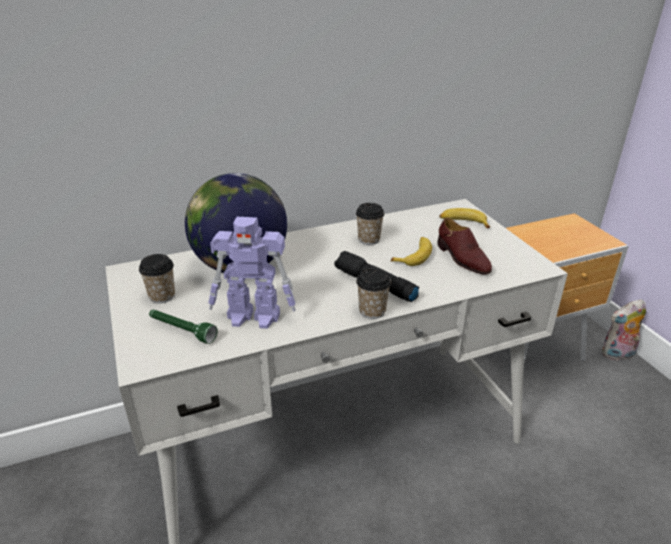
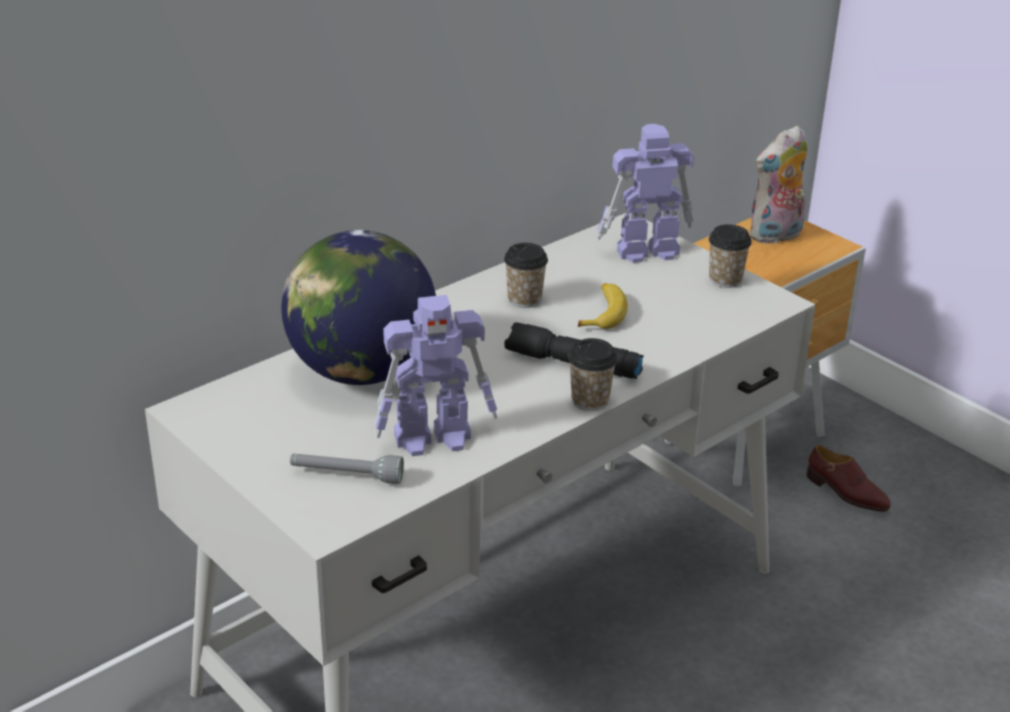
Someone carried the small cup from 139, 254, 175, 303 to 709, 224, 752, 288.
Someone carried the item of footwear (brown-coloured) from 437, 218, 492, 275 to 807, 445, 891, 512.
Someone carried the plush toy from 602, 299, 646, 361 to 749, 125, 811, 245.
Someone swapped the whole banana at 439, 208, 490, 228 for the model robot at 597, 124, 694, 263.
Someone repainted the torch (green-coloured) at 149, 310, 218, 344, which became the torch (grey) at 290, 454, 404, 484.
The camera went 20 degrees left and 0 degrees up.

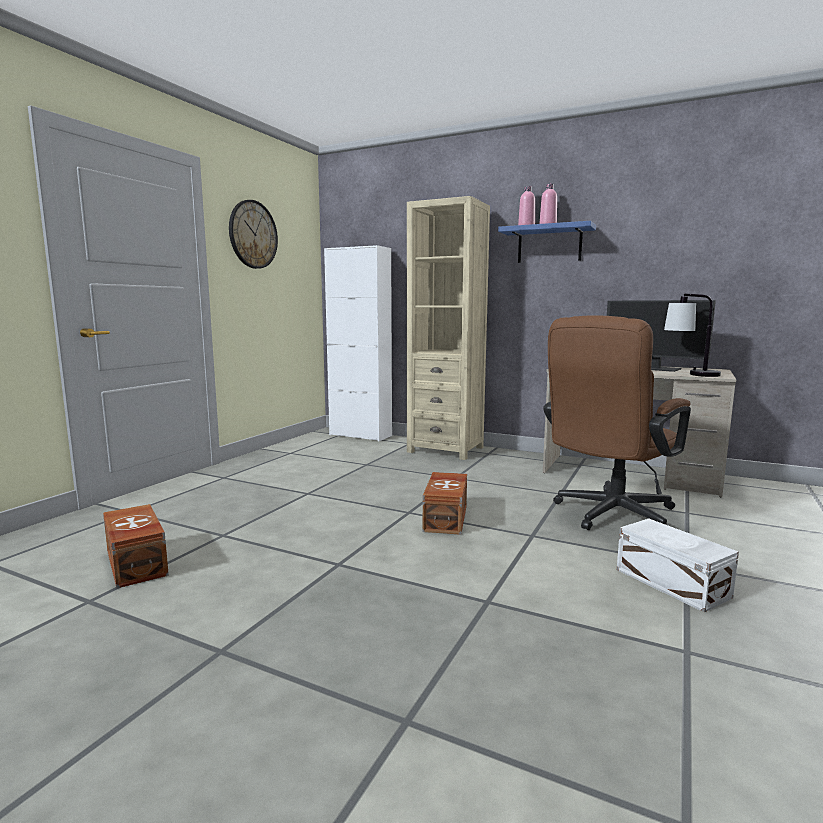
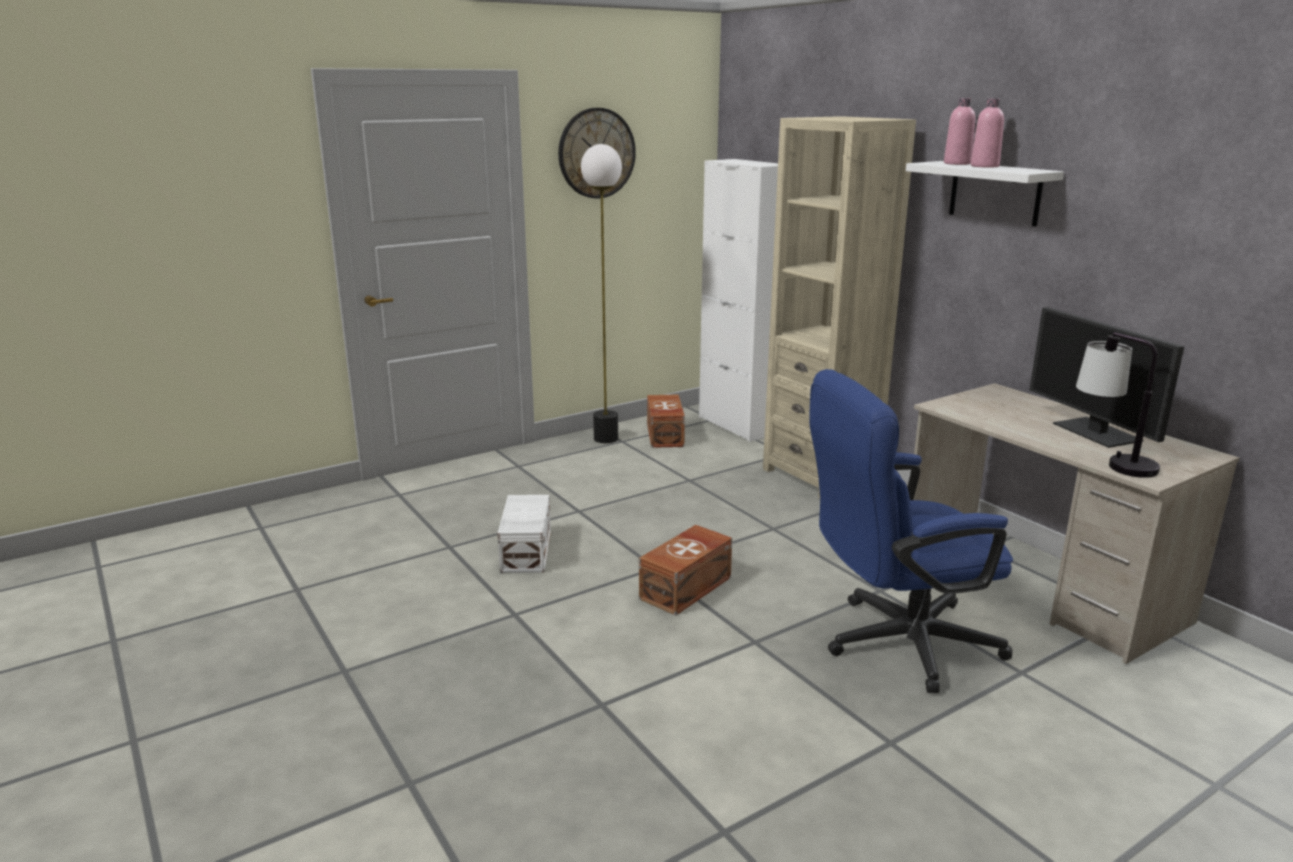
Someone put down the standing lamp at 581, 144, 622, 443.
Someone carried the storage bin (brown-coloured) from 103, 504, 169, 588 to 647, 394, 685, 448.
Someone carried the storage bin (whitish) from 617, 518, 739, 612 to 497, 495, 551, 573.
Someone repainted the wall shelf (bluish) at 498, 221, 596, 263, which became the wall shelf (whitish) at 906, 161, 1064, 227.
Someone repainted the desk chair (brown-coloured) at 543, 315, 691, 530, which became the desk chair (bluish) at 809, 369, 1013, 693.
The camera went 30 degrees right and 10 degrees up.

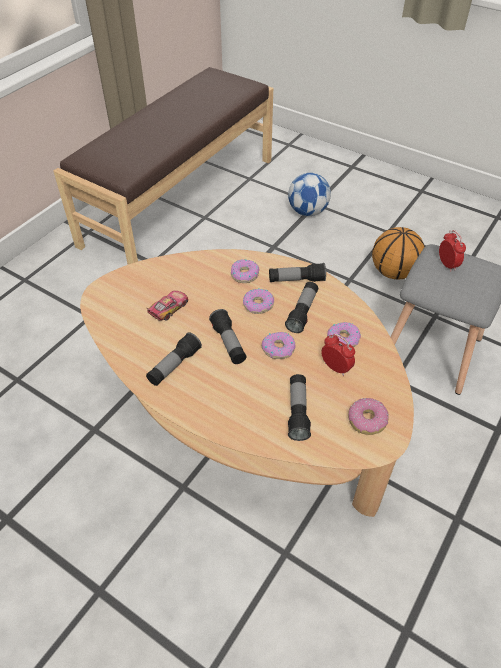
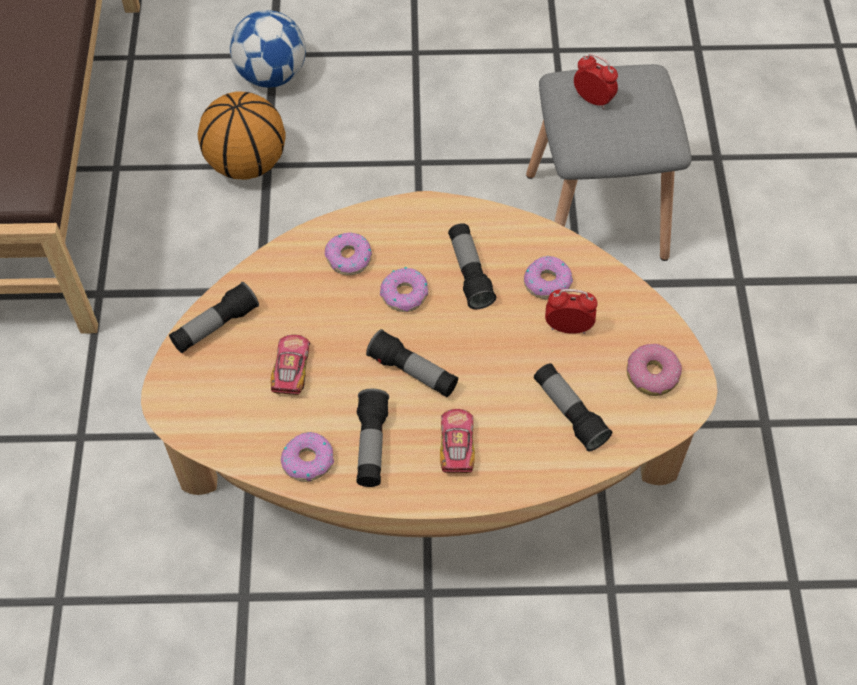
Someone put down the toy car at 440, 409, 475, 473.
Someone carried the doughnut from 262, 332, 295, 359 to 281, 432, 334, 482.
Someone carried the torch from 269, 263, 326, 282 to 169, 282, 259, 353.
Someone carried the basketball ball from 372, 227, 425, 280 to 198, 91, 285, 180.
The camera went 35 degrees left and 10 degrees up.

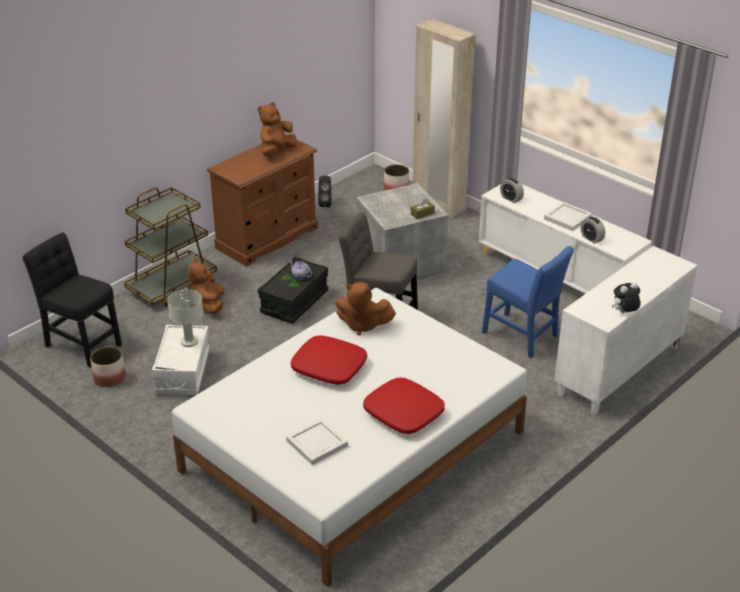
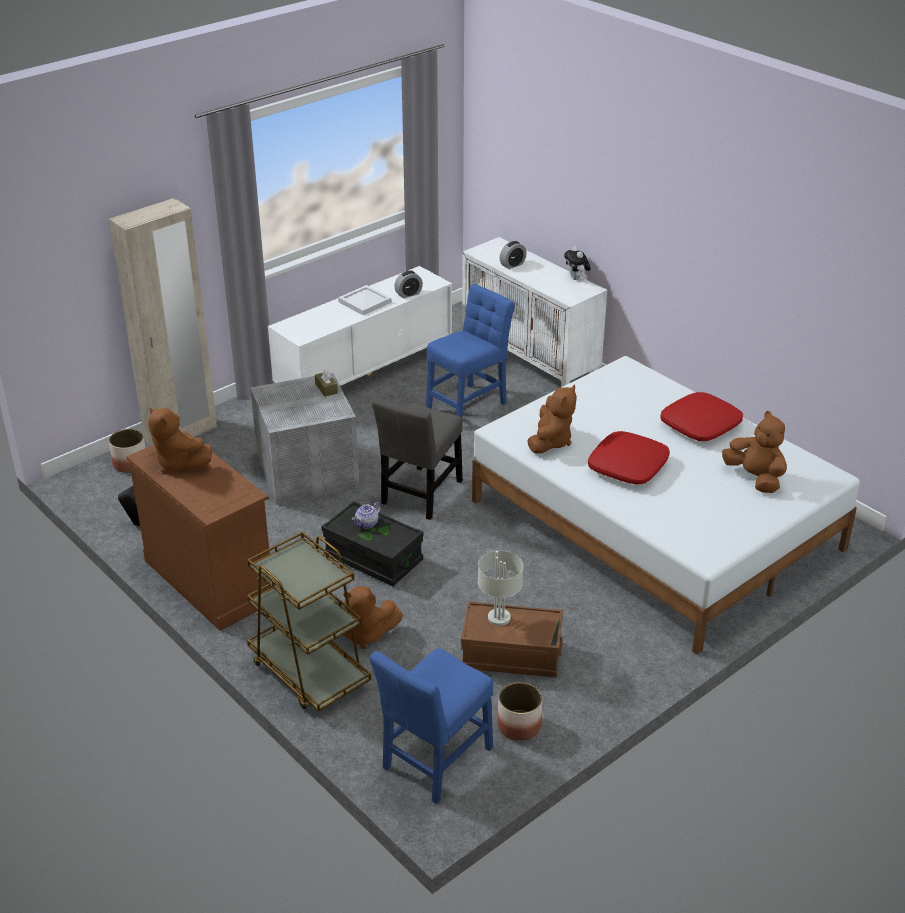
Someone carried the alarm clock from 500, 178, 524, 203 to 500, 241, 527, 269.
Someone swapped the serving tray (whitish) at 286, 418, 348, 465 for the plush toy (brown-coloured) at 722, 411, 787, 493.
Someone repainted the chair (blackish) at 23, 232, 122, 367, which became the chair (bluish) at 370, 648, 493, 804.
Someone repainted the storage bin (whitish) at 152, 325, 210, 395, which became the storage bin (brown-coloured) at 461, 601, 563, 678.
The camera went 85 degrees left and 0 degrees up.

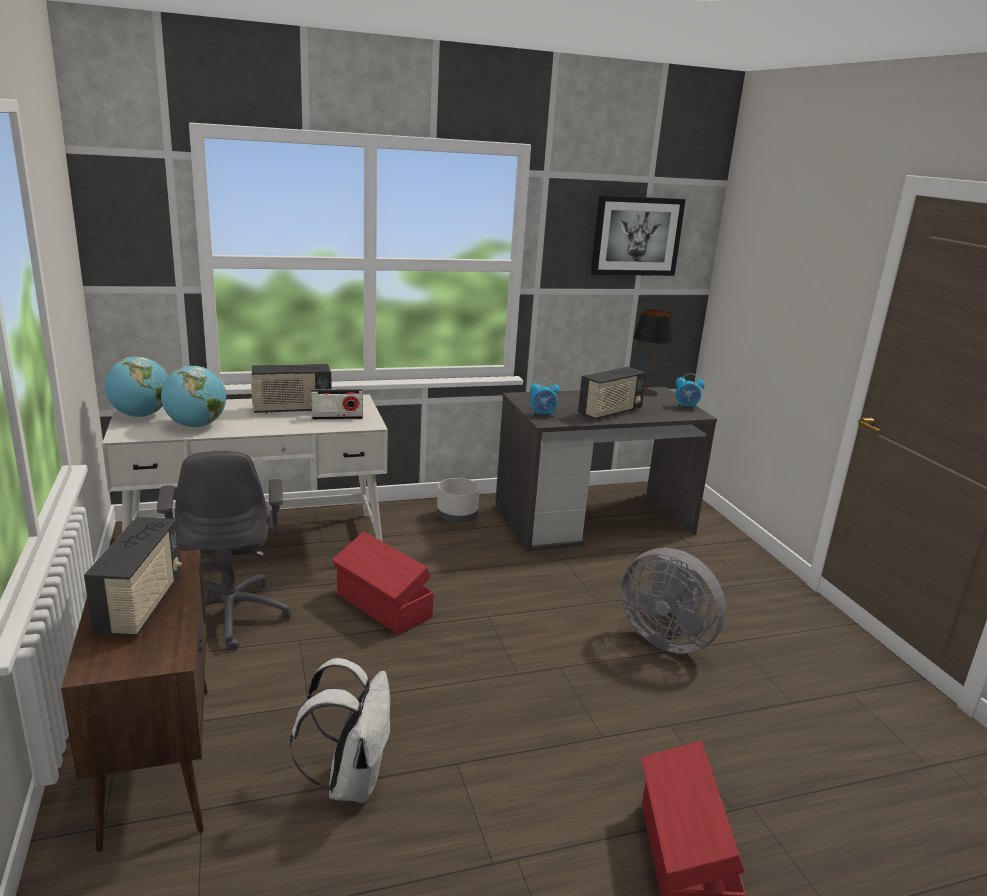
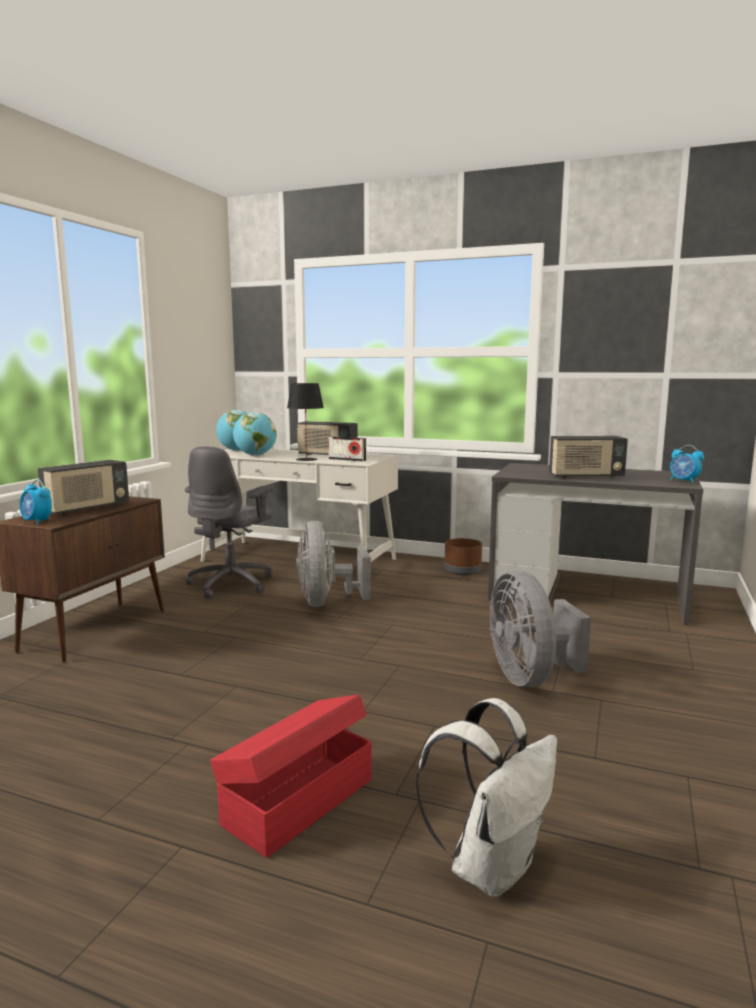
Someone took away the wall art at 591, 195, 686, 276.
Someone carried the knapsack (whitish) from 290, 658, 391, 803 to 416, 698, 557, 897.
Someone carried the alarm clock from 530, 379, 560, 416 to 19, 479, 52, 525.
Someone carried the tabletop lamp (blackish) from 633, 310, 674, 396 to 287, 383, 324, 461.
Someone swapped the storage bin (red) at 332, 531, 434, 635 for the electric fan (grey) at 297, 521, 371, 607.
Someone repainted the plant pot (grey) at 437, 478, 480, 523, which became the plant pot (brown-coloured) at 444, 538, 482, 575.
The camera went 40 degrees right and 10 degrees down.

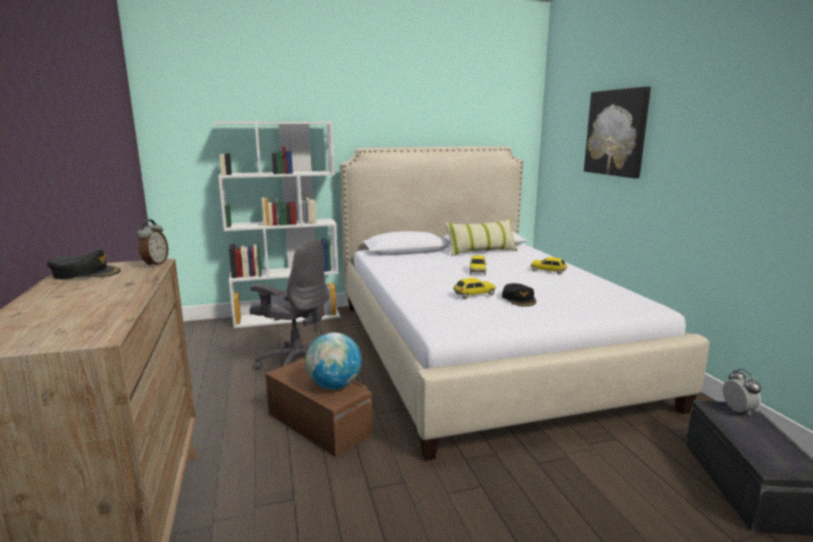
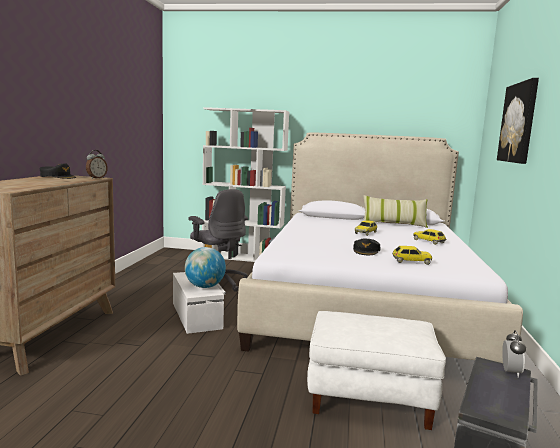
Someone put down the ottoman (whitish) at 307, 311, 446, 430.
Someone carried the toy car from 453, 278, 496, 299 to 392, 246, 432, 265.
Someone repainted the storage bin (brown-coloured) at 265, 359, 373, 457, which became the storage bin (whitish) at 173, 272, 226, 334.
The camera went 25 degrees right and 5 degrees down.

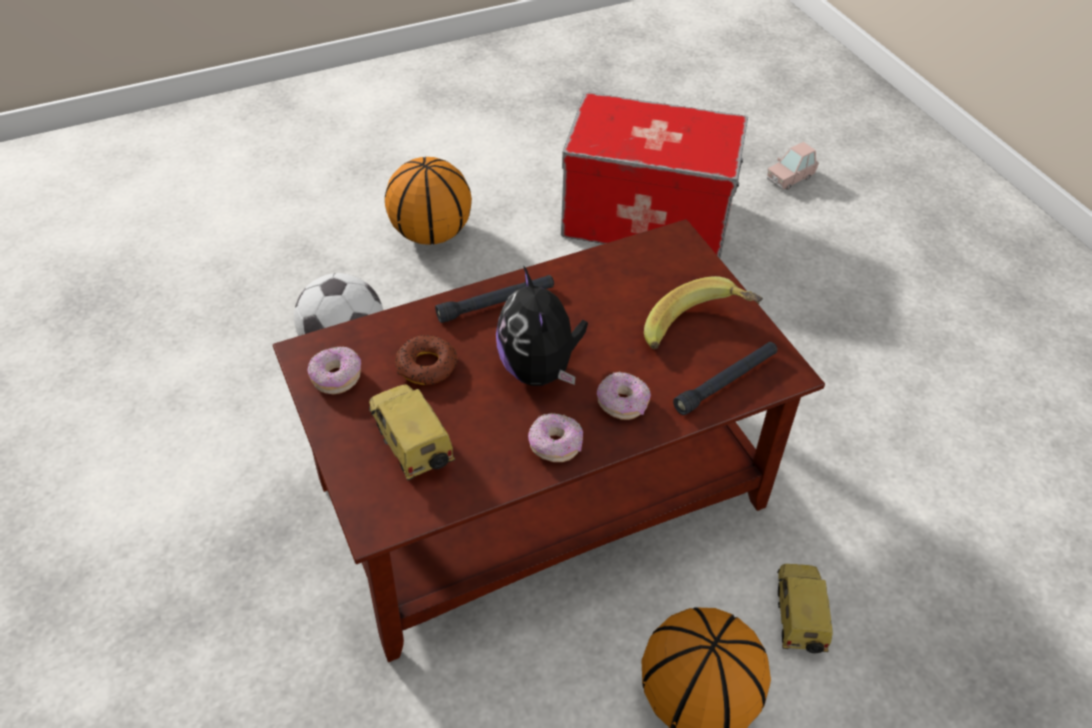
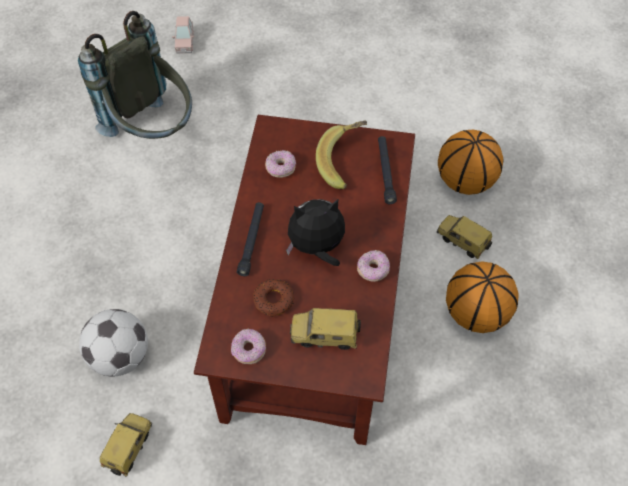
Someone put down the toy car at 100, 413, 152, 477.
Someone carried the basketball ball from 385, 157, 472, 245 to 438, 130, 504, 195.
Someone carried the doughnut from 597, 371, 651, 420 to 265, 150, 296, 178.
Someone swapped the storage bin at 561, 92, 748, 258 for the knapsack (grey) at 78, 11, 192, 139.
Someone rotated the plush toy at 496, 267, 588, 386 by 150 degrees clockwise.
The camera went 55 degrees left and 10 degrees up.

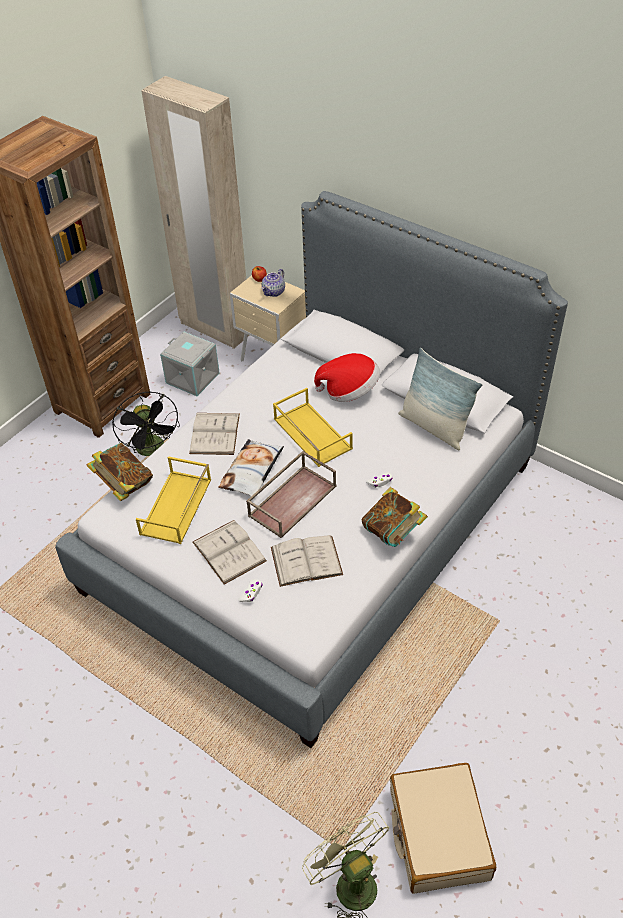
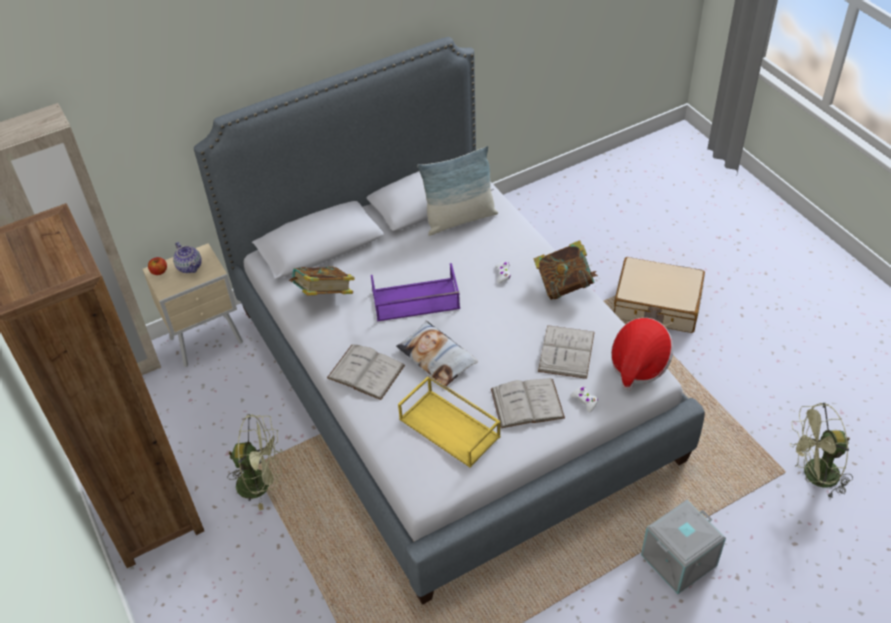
Someone took away the serving tray (brown-coloured) at 246, 451, 336, 538.
Someone carried the volume from 86, 443, 153, 501 to 289, 266, 355, 295.
Someone carried the storage bin (grey) from 160, 332, 220, 396 to 641, 500, 726, 594.
Someone carried the wearable hat from 314, 353, 380, 402 to 611, 318, 673, 391.
Someone carried the travel case (beige-coloured) from 390, 763, 496, 894 to 614, 257, 705, 333.
Someone repainted the electric fan (blackish) at 112, 392, 180, 457, which became the electric fan (green-coloured) at 227, 414, 282, 511.
Someone repainted the serving tray (yellowish) at 273, 388, 353, 467, which became the serving tray (purple-coloured) at 371, 263, 460, 322.
The camera went 65 degrees left and 0 degrees up.

